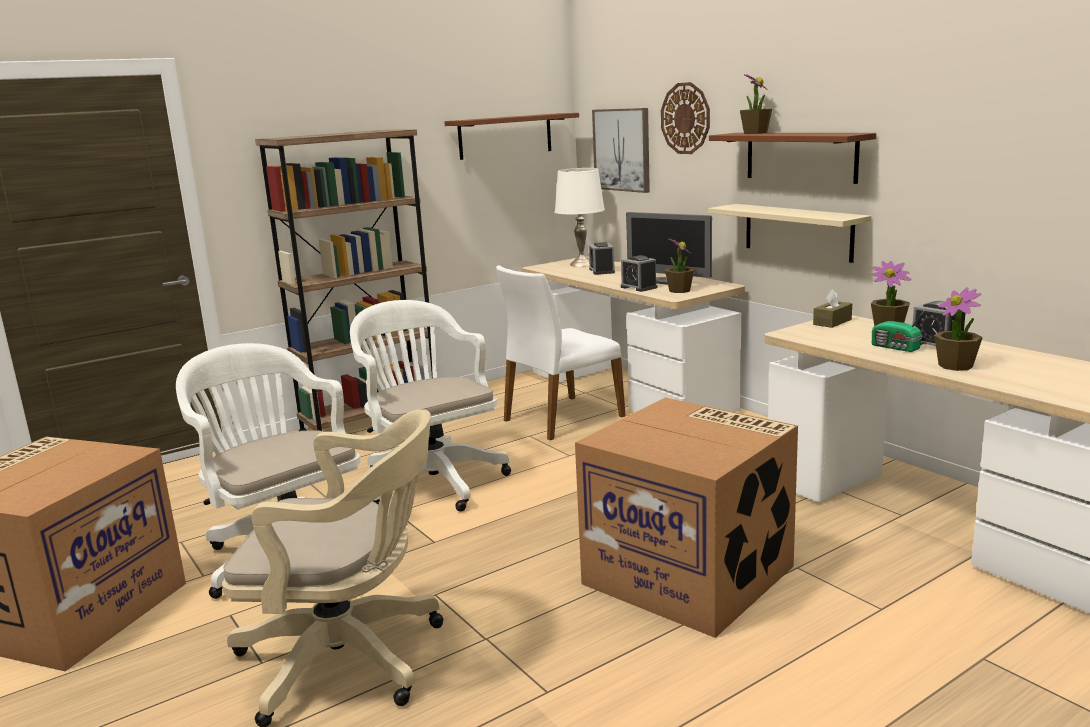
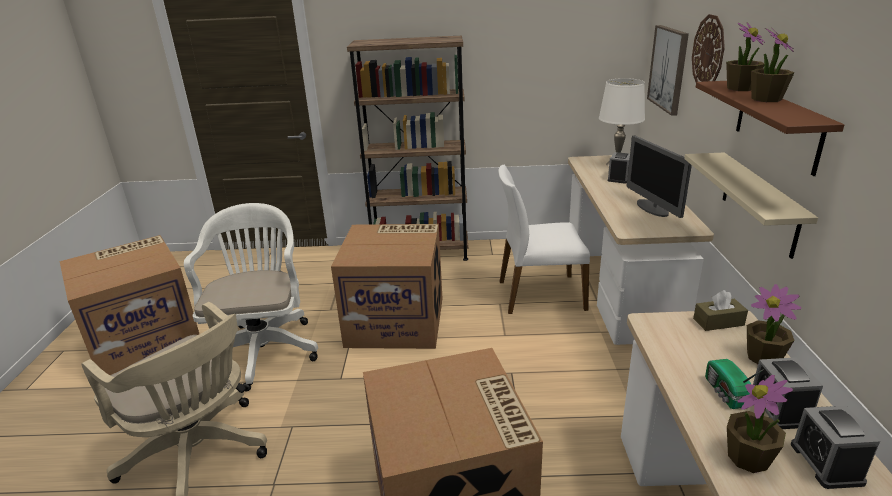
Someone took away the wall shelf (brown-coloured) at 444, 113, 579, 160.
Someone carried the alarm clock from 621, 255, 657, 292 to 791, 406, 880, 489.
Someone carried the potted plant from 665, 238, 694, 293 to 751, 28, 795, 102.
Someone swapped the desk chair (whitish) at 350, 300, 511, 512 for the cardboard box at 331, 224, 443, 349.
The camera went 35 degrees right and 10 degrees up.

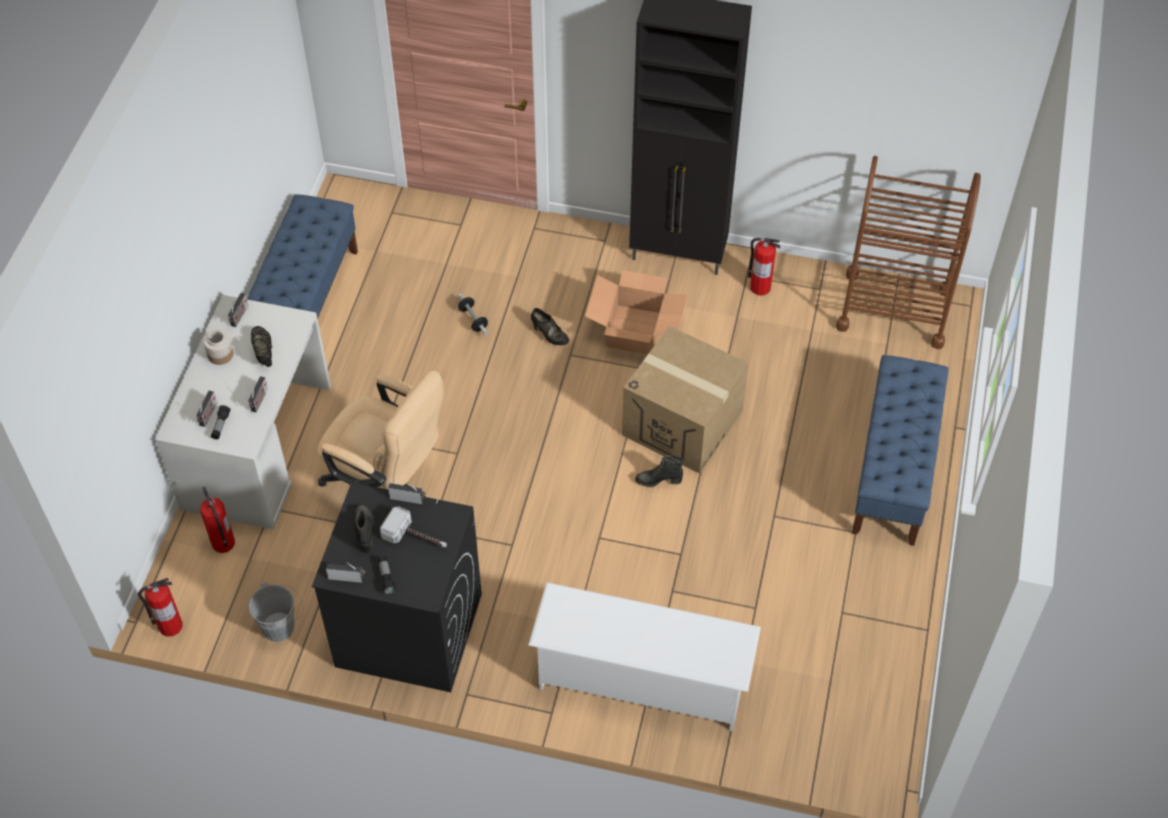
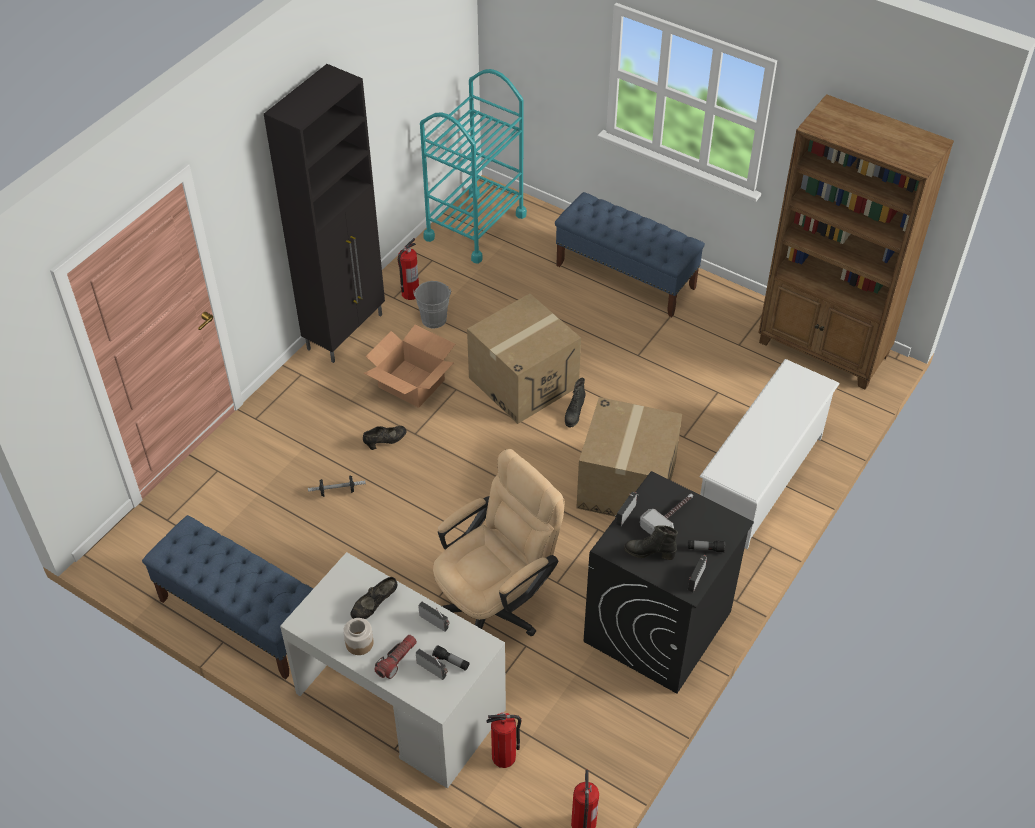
Someone took away the radio set at 228, 293, 249, 327.
Someone put down the torch at 374, 635, 417, 679.
Someone put down the cardboard box at 576, 397, 682, 517.
Someone put down the bookcase (brown-coloured) at 758, 94, 954, 389.
Someone carried the water bucket (grey) from 249, 582, 304, 642 to 413, 281, 451, 329.
Someone repainted the wheeled cart (brown-coloured) at 836, 156, 981, 349, which became the wheeled cart (turquoise) at 420, 69, 527, 264.
Someone rotated the item of footwear (blackish) at 251, 326, 272, 367 by 45 degrees counterclockwise.
The camera went 70 degrees left and 5 degrees down.

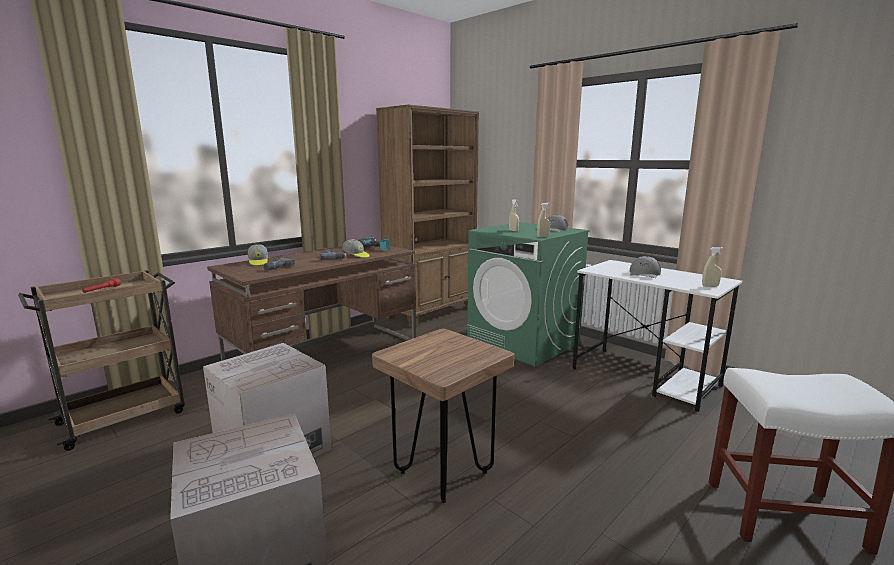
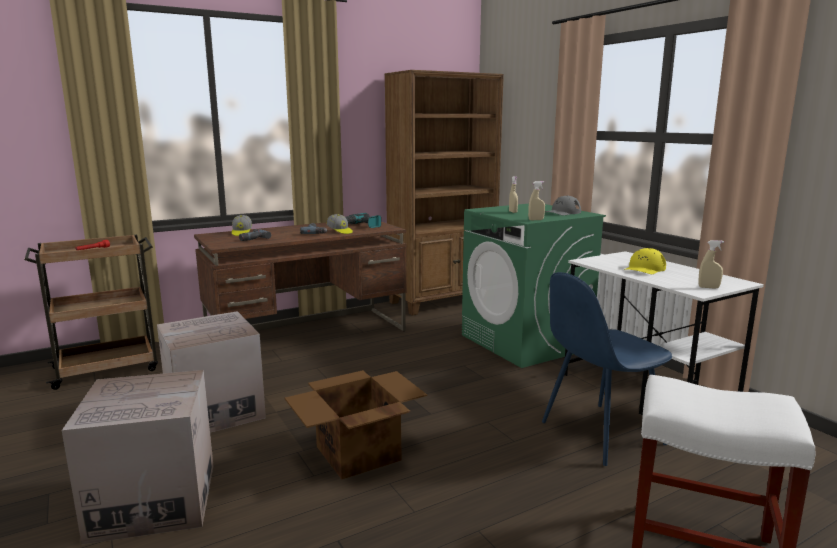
Someone put down the chair (bluish) at 542, 272, 672, 466.
Someone swapped the stool seat (brown-coloured) at 372, 328, 514, 503 for the cardboard box at 285, 370, 427, 480.
Someone repainted the cap (grey) at 630, 256, 661, 278, which became the cap (yellowish) at 624, 248, 666, 274.
The camera went 15 degrees right and 0 degrees up.

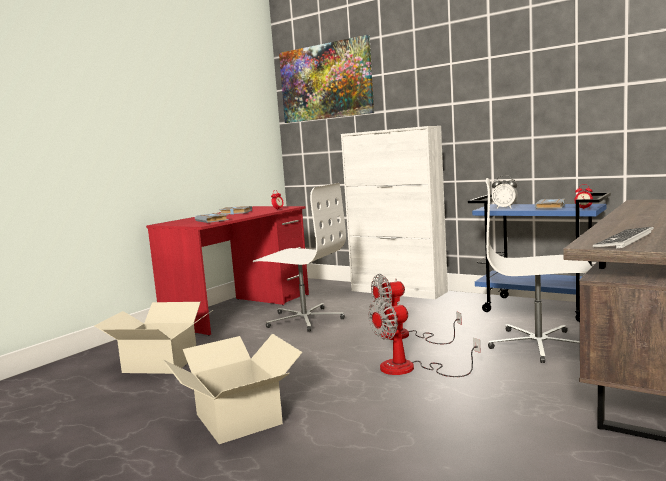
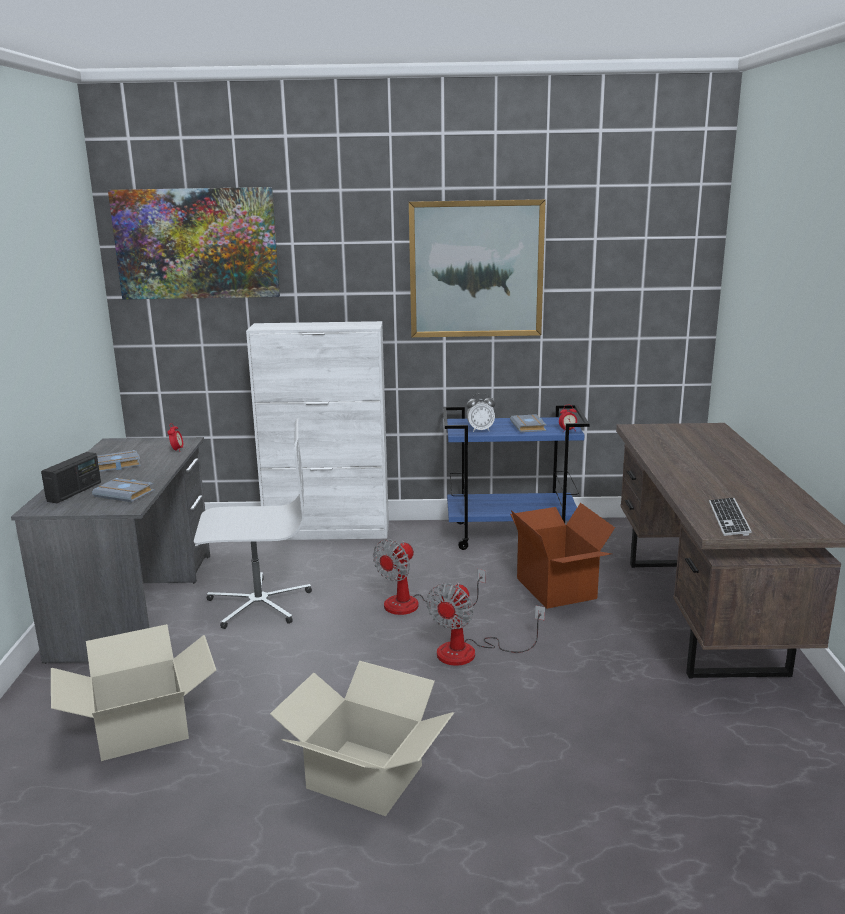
Someone put down the radio set at 41, 452, 101, 503.
Someone put up the wall art at 409, 199, 546, 337.
Someone swapped the desk chair (whitish) at 485, 178, 592, 363 for the cardboard box at 510, 503, 615, 609.
Someone repainted the desk table (red) at 146, 206, 309, 336, which became the desk table (grey) at 11, 437, 210, 664.
The camera went 35 degrees left and 10 degrees up.

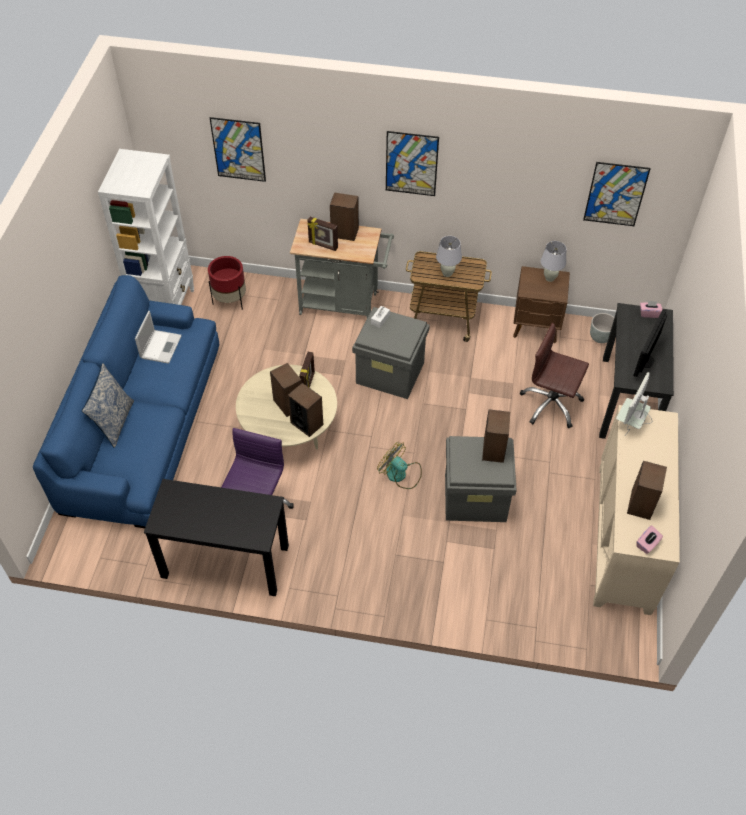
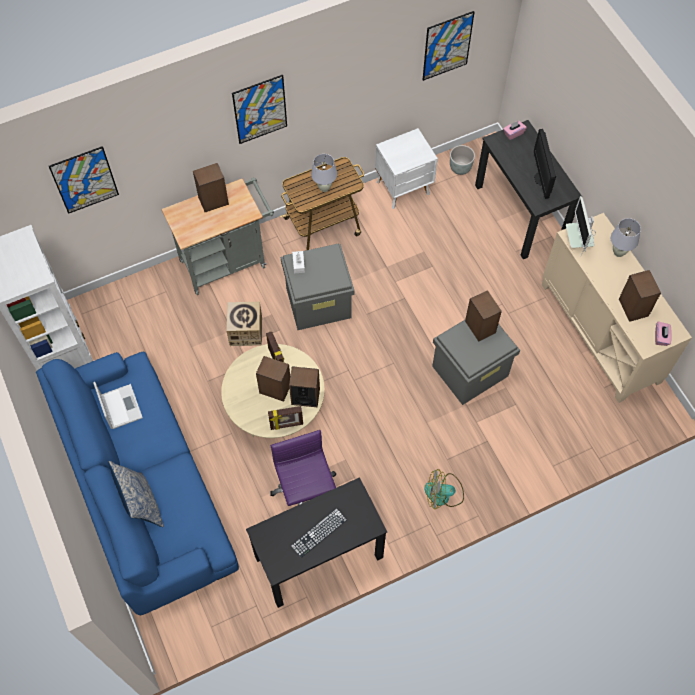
Someone took away the plant pot (red) at 208, 256, 246, 310.
Someone took away the desk chair (brown-coloured) at 520, 323, 589, 428.
Someone put down the cardboard box at 226, 302, 262, 346.
Someone put down the keyboard at 291, 508, 347, 558.
Someone carried the picture frame from 307, 217, 338, 251 to 268, 406, 303, 430.
Someone carried the electric fan from 377, 442, 422, 489 to 424, 469, 464, 509.
Someone carried the tabletop lamp (whitish) from 541, 241, 566, 282 to 611, 218, 641, 257.
Someone repainted the night table (brown-coloured) at 513, 266, 570, 343, which became the night table (whitish) at 375, 128, 438, 209.
The camera went 35 degrees left and 10 degrees up.

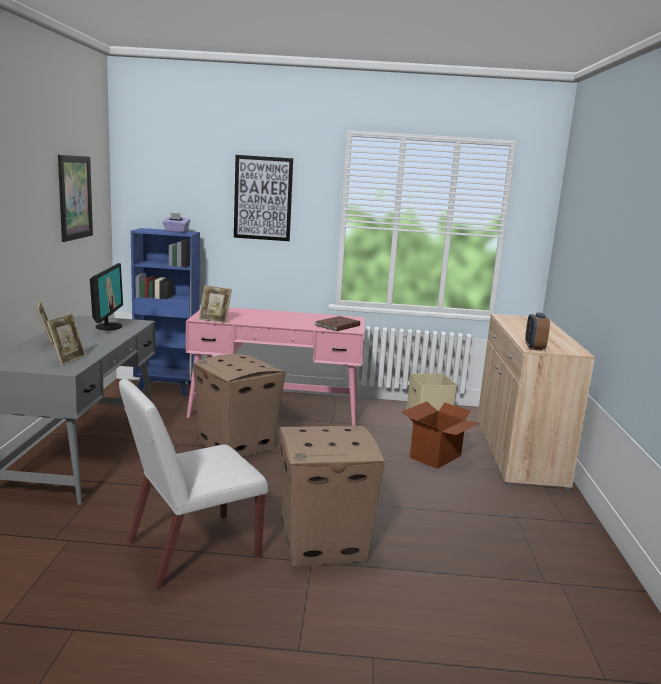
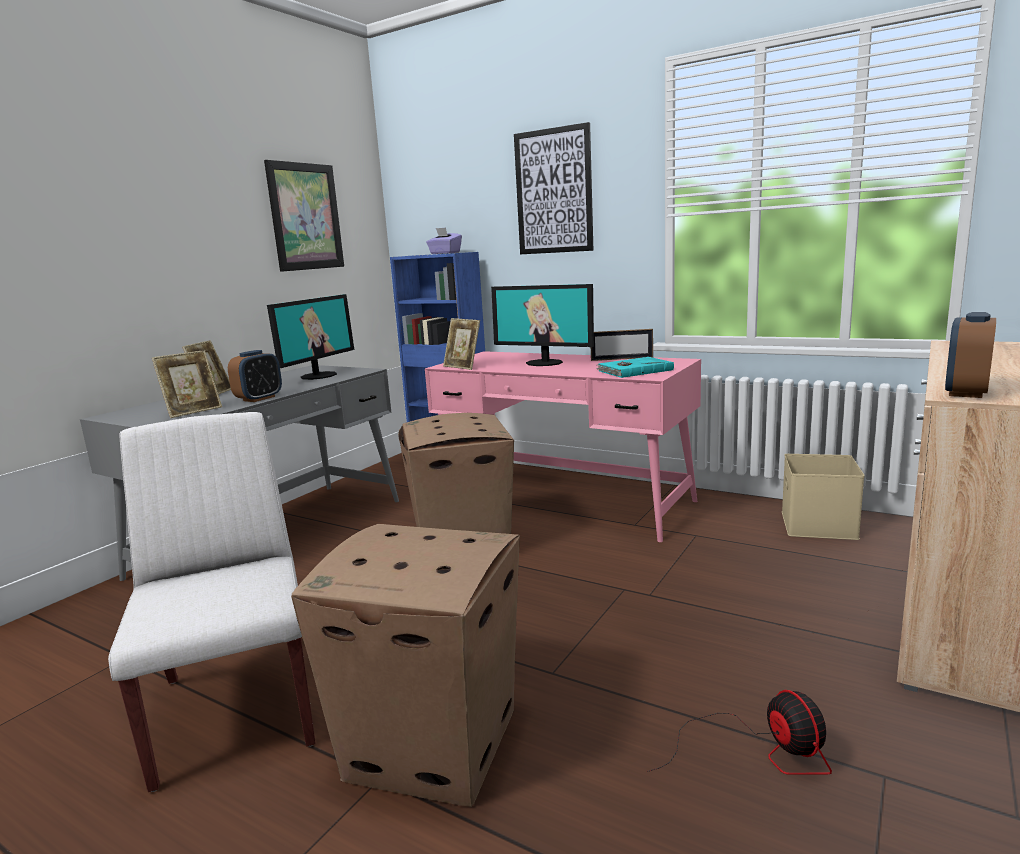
Someone took away the cardboard box at 402, 401, 479, 469.
Someone put down the alarm clock at 228, 350, 282, 402.
Someone put down the computer display at 491, 284, 594, 366.
Someone put down the picture frame at 591, 329, 653, 361.
Someone put down the electric fan at 647, 690, 832, 775.
Someone repainted the volume (brown-coloured) at 315, 316, 360, 331, which became the volume (turquoise) at 596, 357, 674, 378.
Someone rotated the chair (whitish) at 119, 379, 268, 589 by 75 degrees clockwise.
The camera went 30 degrees right and 0 degrees up.

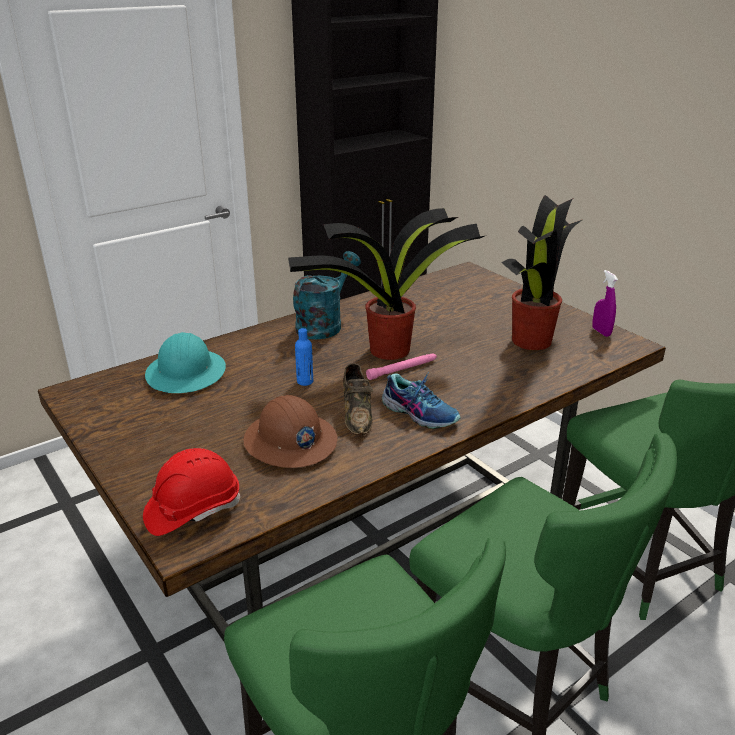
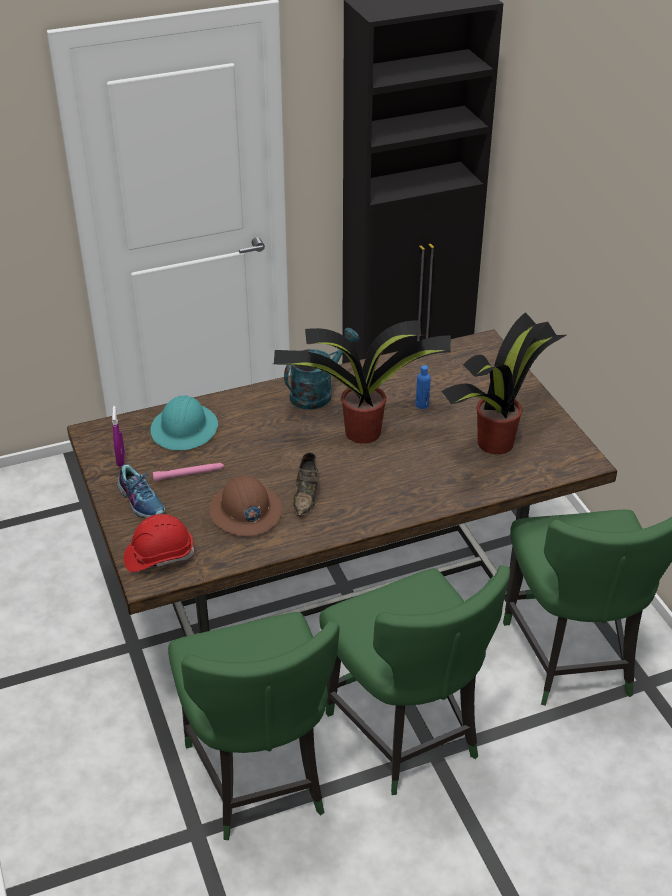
Someone carried the bottle (bluish) from 295, 328, 313, 386 to 416, 365, 431, 409.
Someone carried the torch (pinkish) from 366, 353, 437, 380 to 153, 463, 224, 481.
Someone carried the item of footwear from 382, 372, 460, 429 to 117, 464, 165, 518.
Someone carried the hand sprayer (purple-coloured) from 592, 270, 618, 337 to 112, 406, 125, 467.
The camera went 15 degrees right and 10 degrees up.

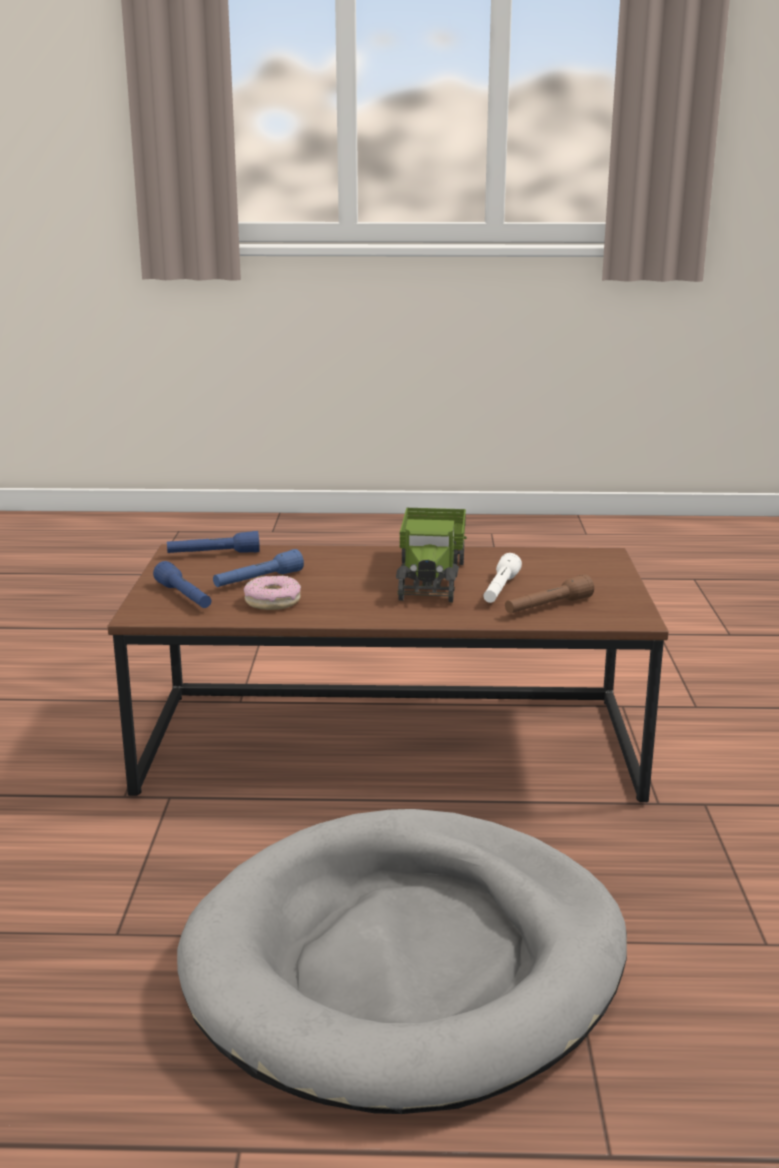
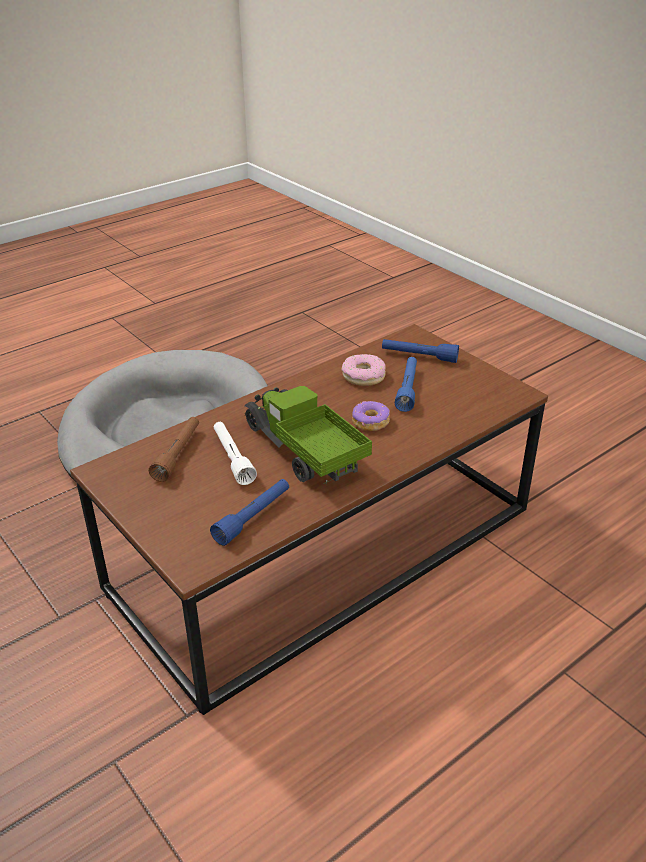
Someone put down the doughnut at 352, 401, 390, 431.
Someone carried the torch (bluish) from 167, 531, 260, 553 to 210, 479, 289, 546.
The camera went 140 degrees right and 15 degrees up.

